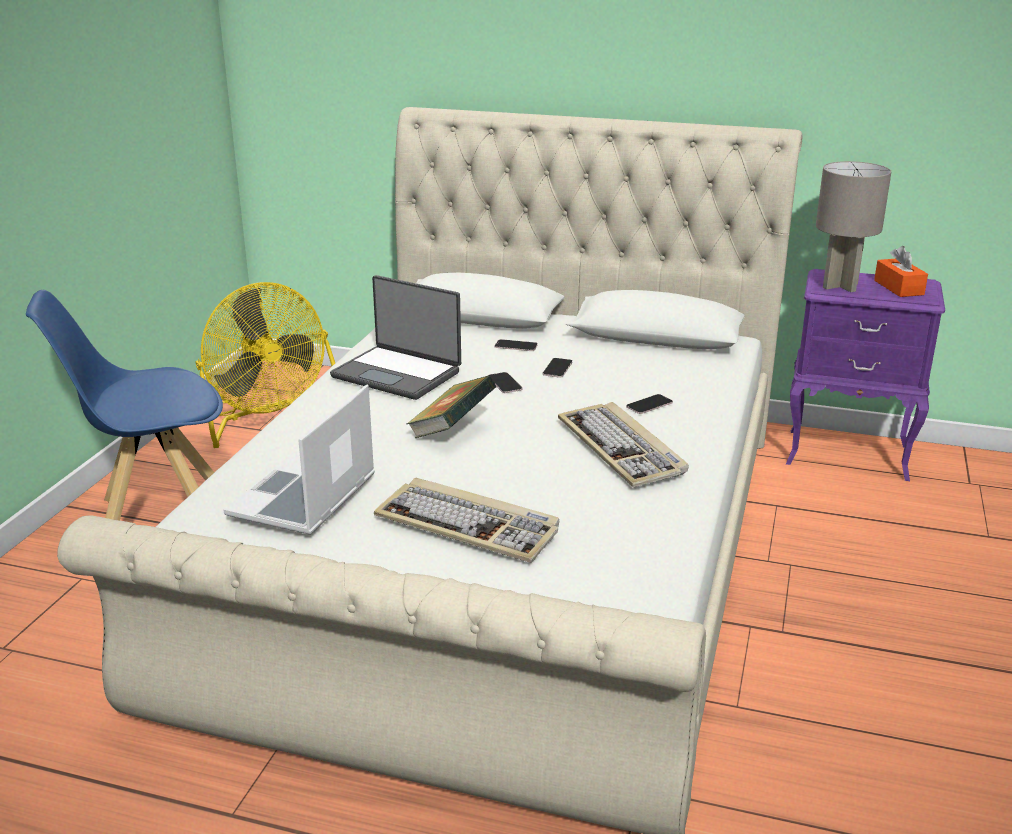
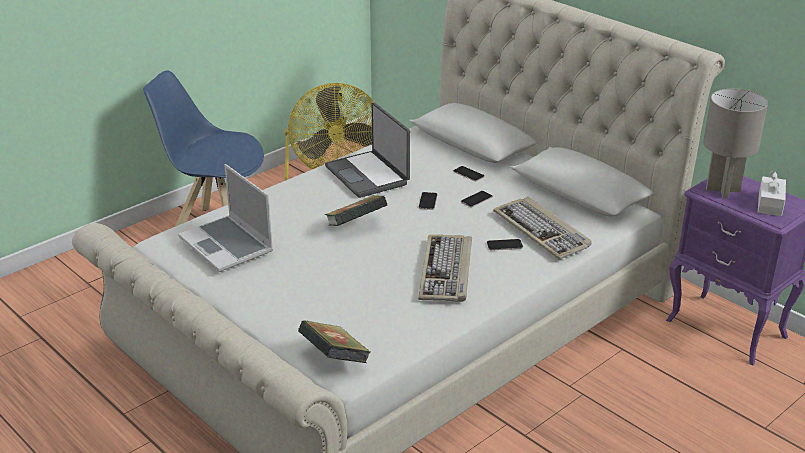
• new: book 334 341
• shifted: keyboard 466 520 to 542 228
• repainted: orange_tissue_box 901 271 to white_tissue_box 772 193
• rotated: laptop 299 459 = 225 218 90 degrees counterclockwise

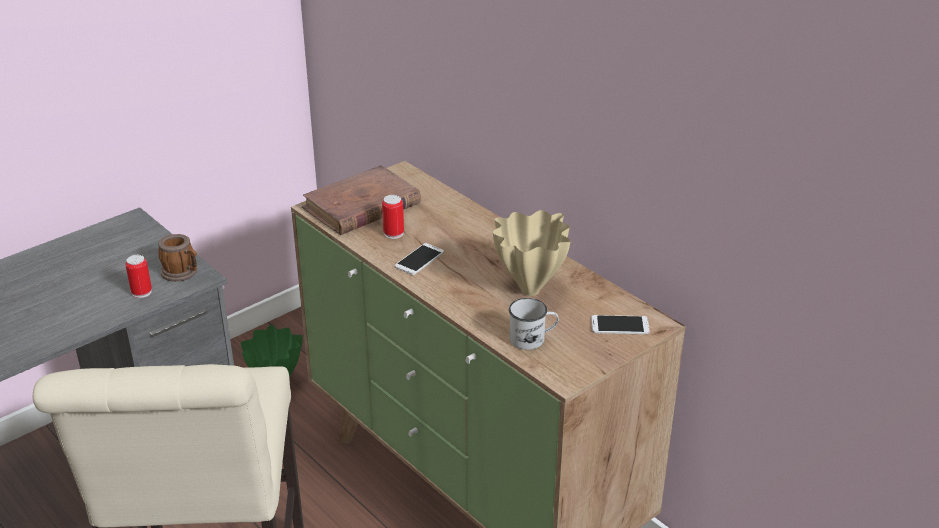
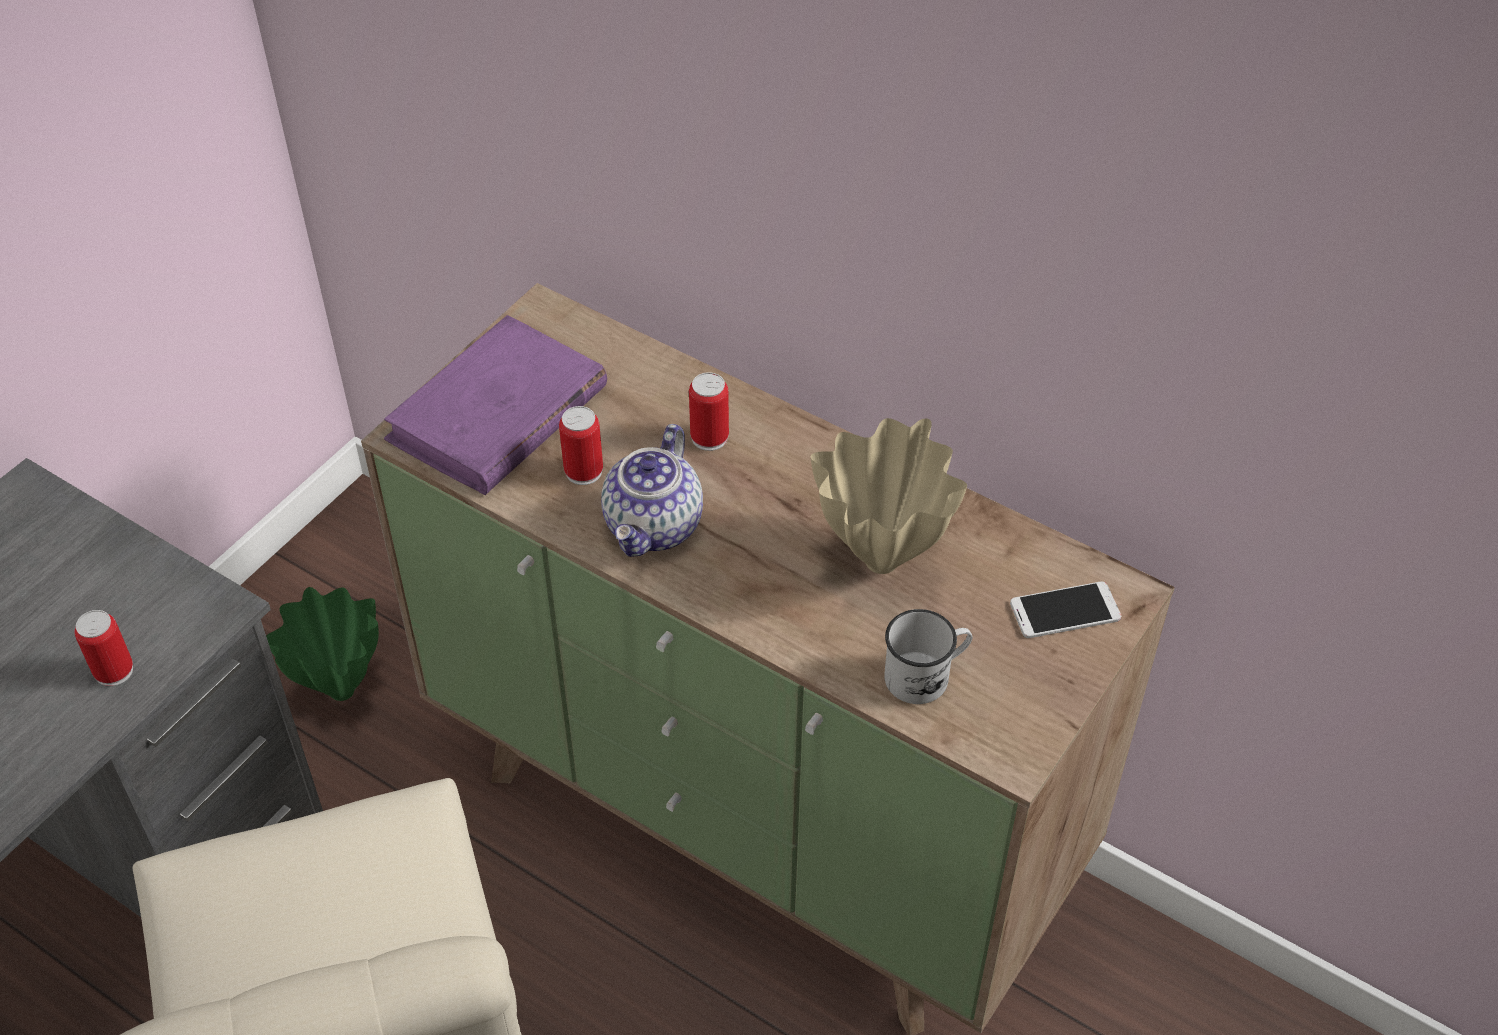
• gone: mug 177 258
• new: can 709 411
• swapped: phone 419 259 to teapot 652 490
• repainted: brown_book 361 200 to purple_book 495 405

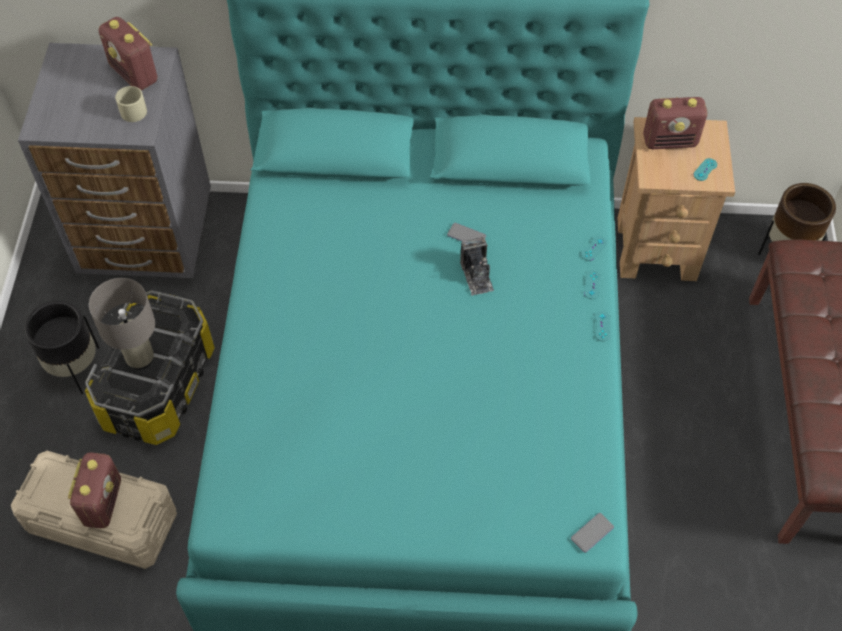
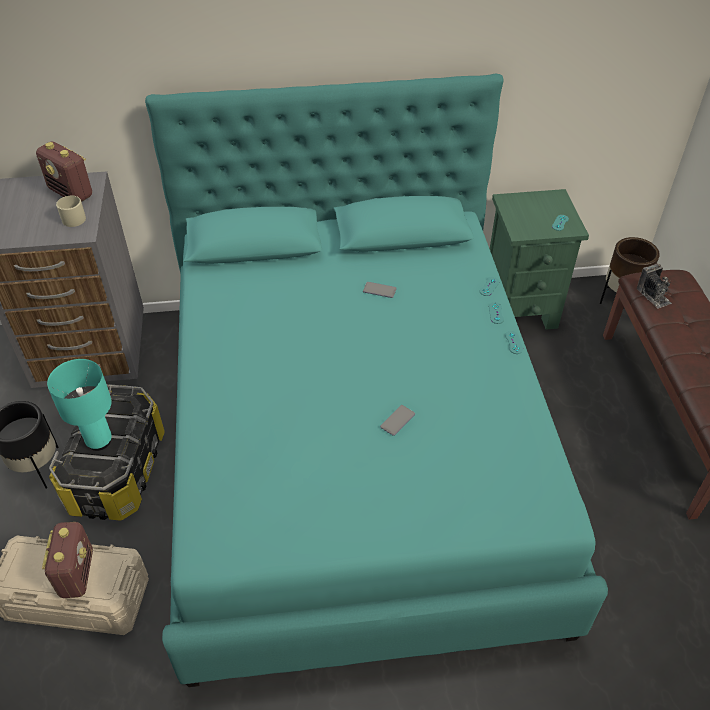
• gone: radio 675 123
• shifted: photo_camera 477 266 to 654 286
• shifted: phone 592 533 to 397 420
• repainted: grey_table_lamp 122 324 to turquoise_table_lamp 79 405
• repainted: beige_nightstand 676 199 to green_nightstand 539 259

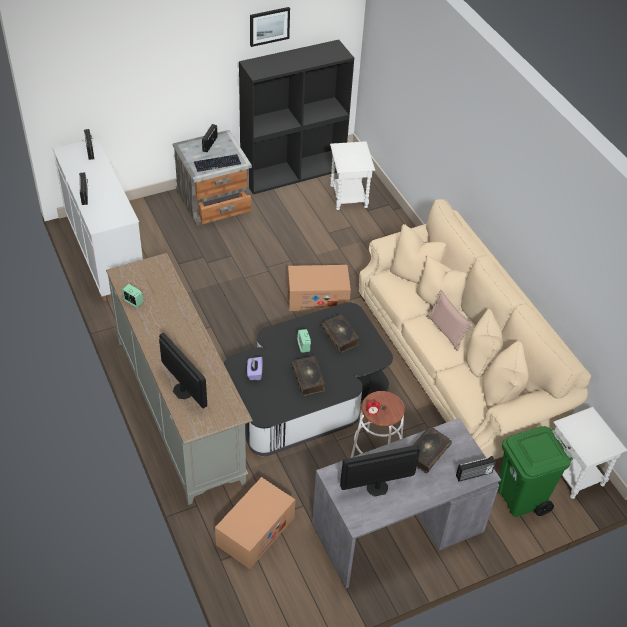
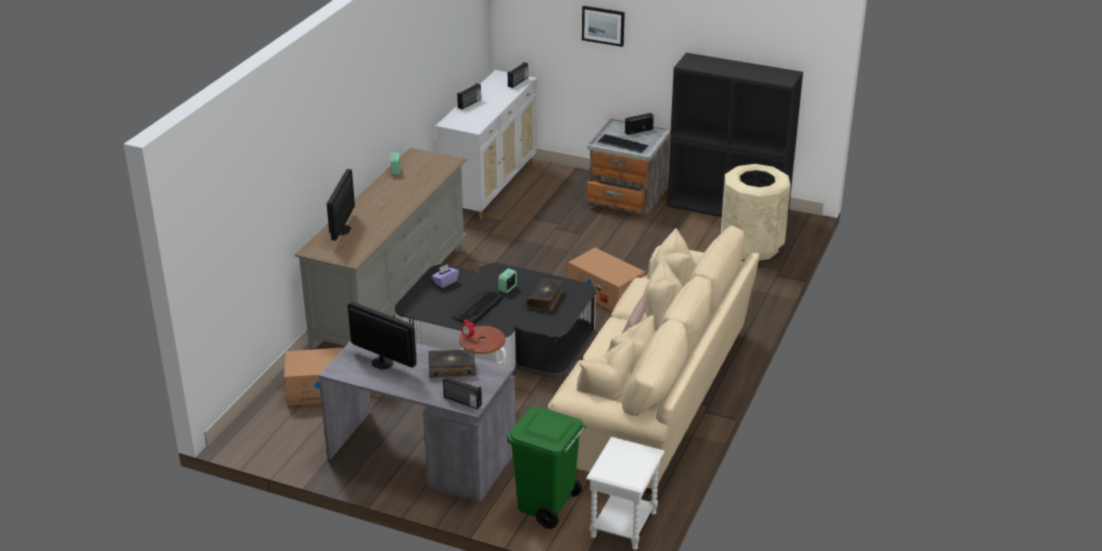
• shifted: picture 270 27 to 603 26
• swapped: book 308 376 to keyboard 477 307
• swapped: white_side_table 352 175 to beige_trash_can 756 212

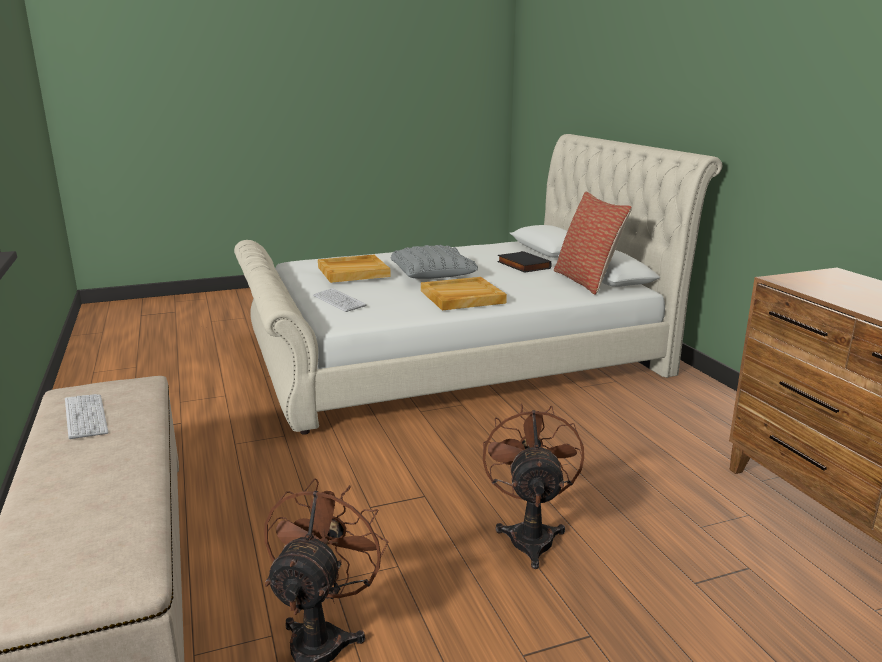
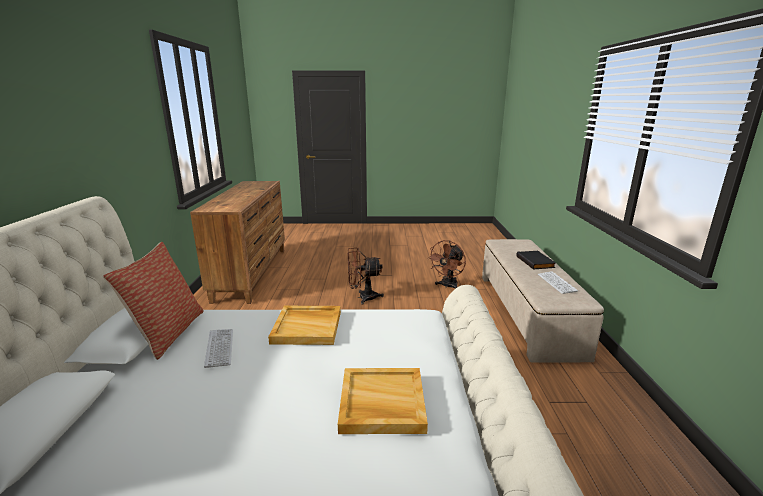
• gone: grey_pillow 434 262
• shifted: keyboard 339 300 to 218 348
• shifted: black_book 524 262 to 536 260
• rotated: brown_fan 533 486 = 366 276 60 degrees clockwise

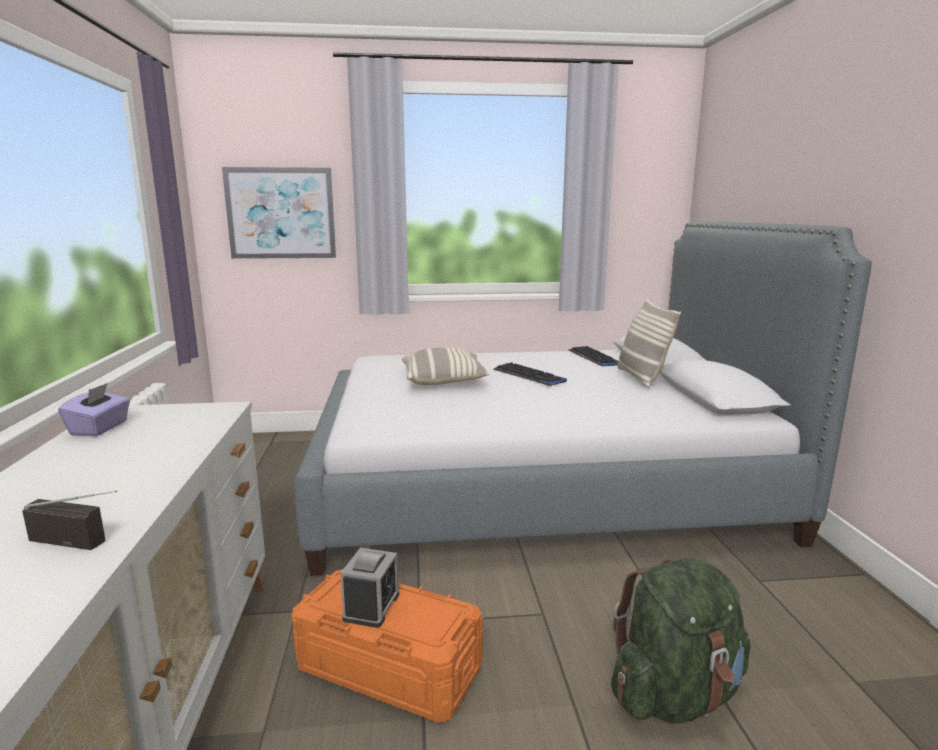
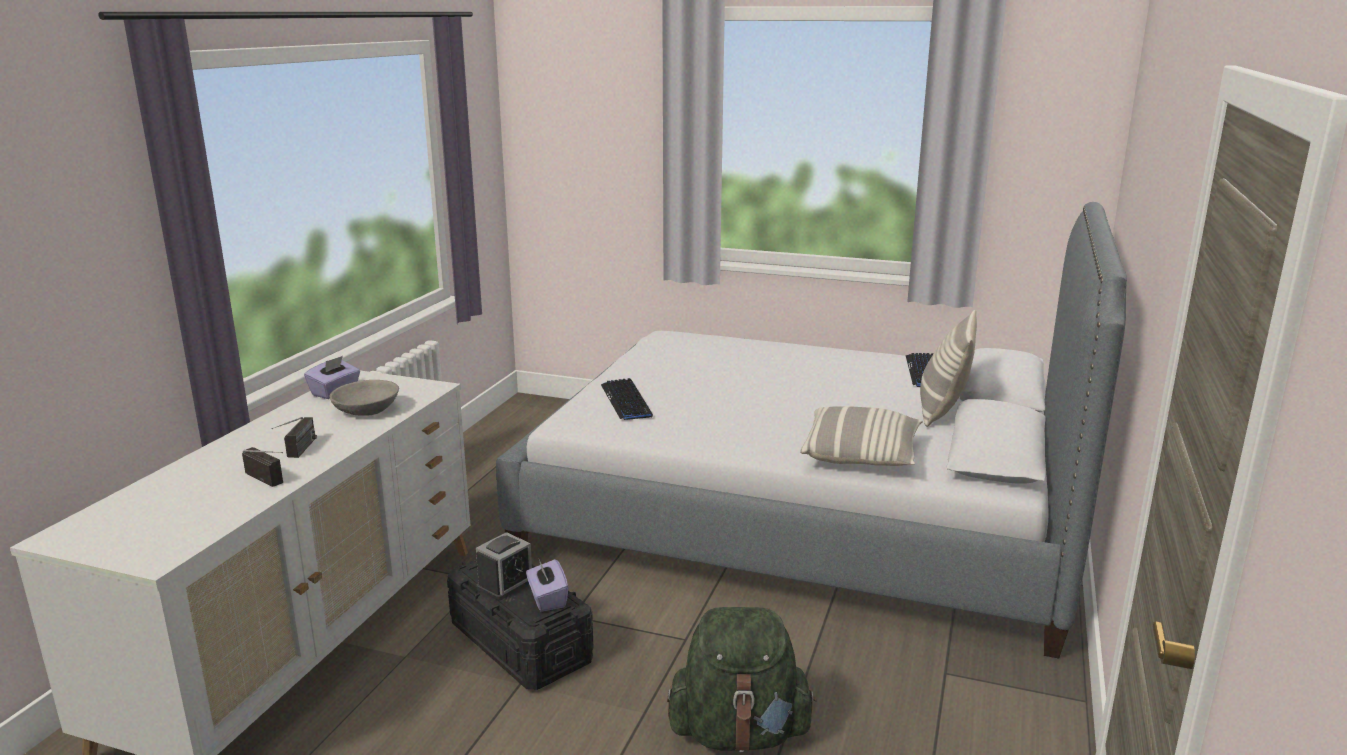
• gone: picture 279 213
• new: radio 294 437
• new: grey_bowl 364 398
• new: purple_tissue_box 547 585
• shifted: pillow 446 367 to 861 436
• shifted: keyboard 530 374 to 627 399
• repainted: orange_storage_box 387 646 to black_storage_box 520 624

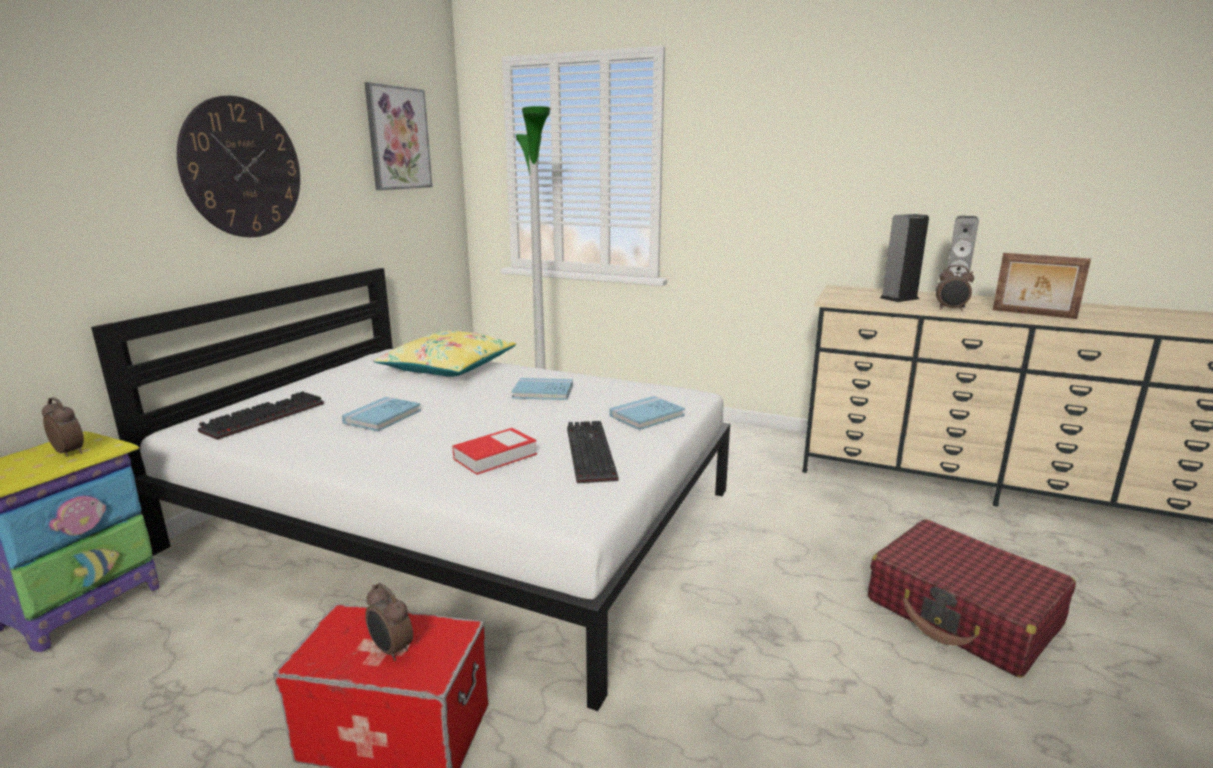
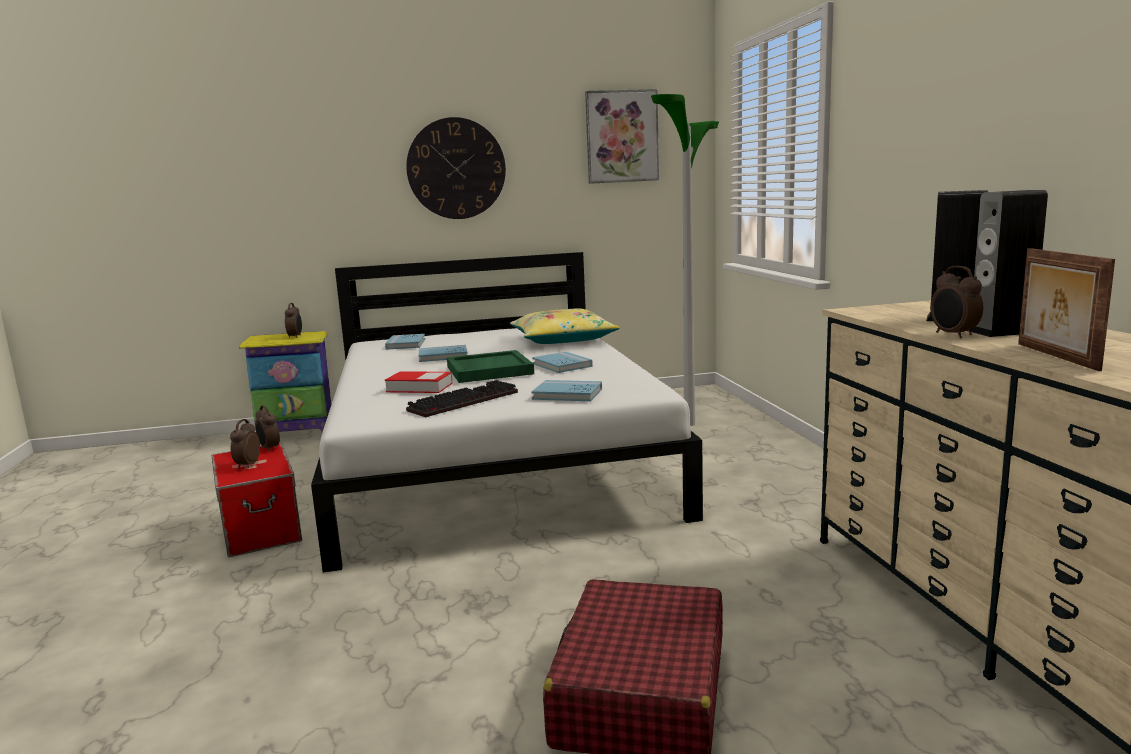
• new: alarm_clock 267 428
• new: green_tray 490 366
• swapped: keyboard 261 415 to blue_book 405 342

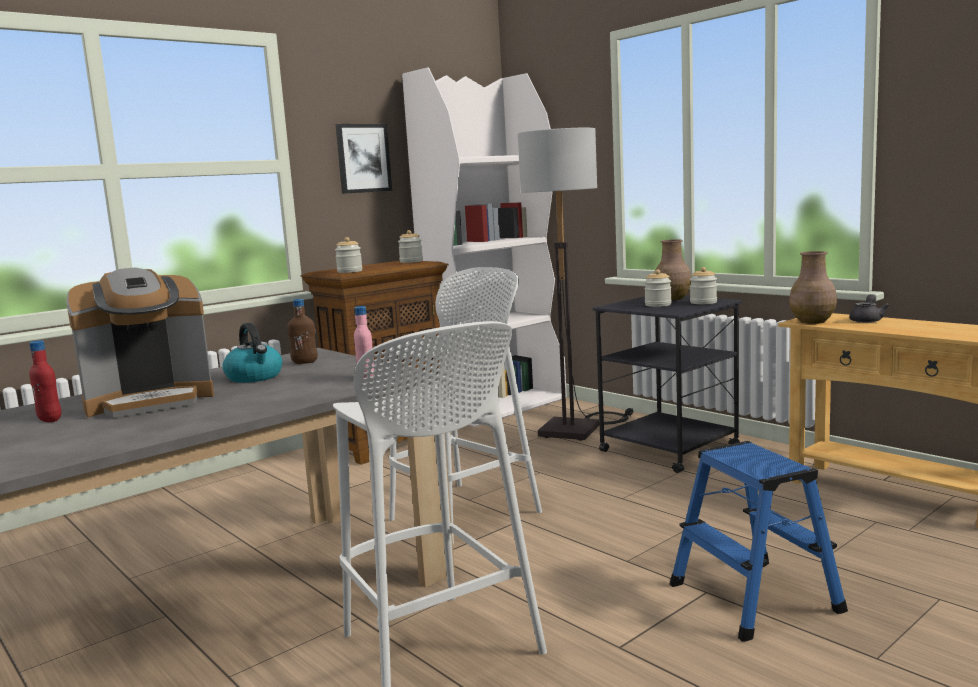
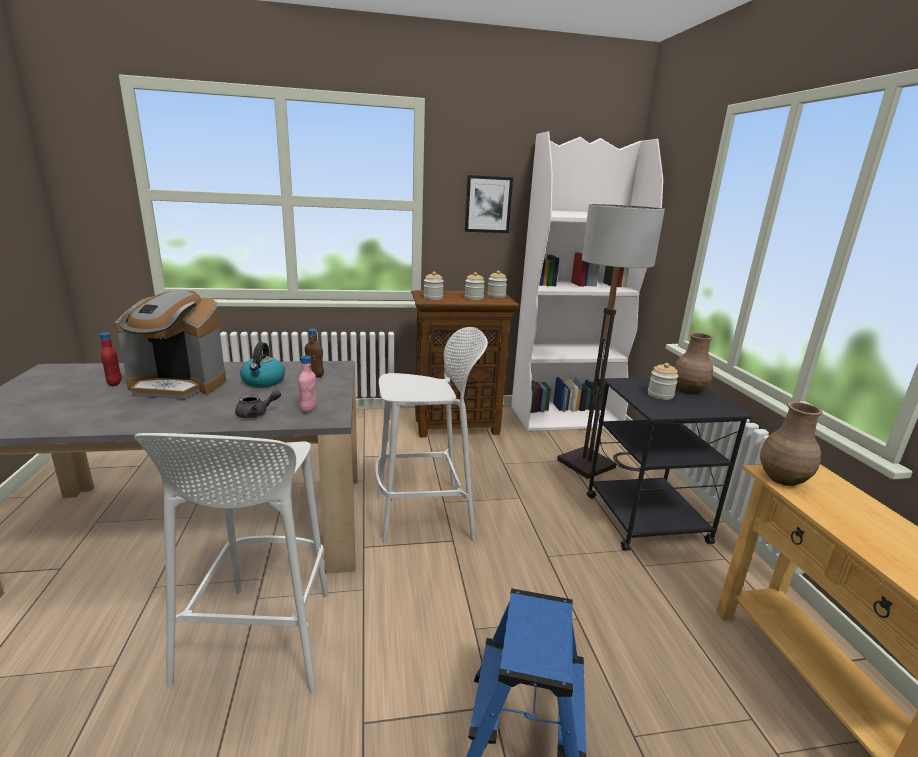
• shifted: jar 703 285 to 475 286
• shifted: grey_teapot 869 308 to 258 404

